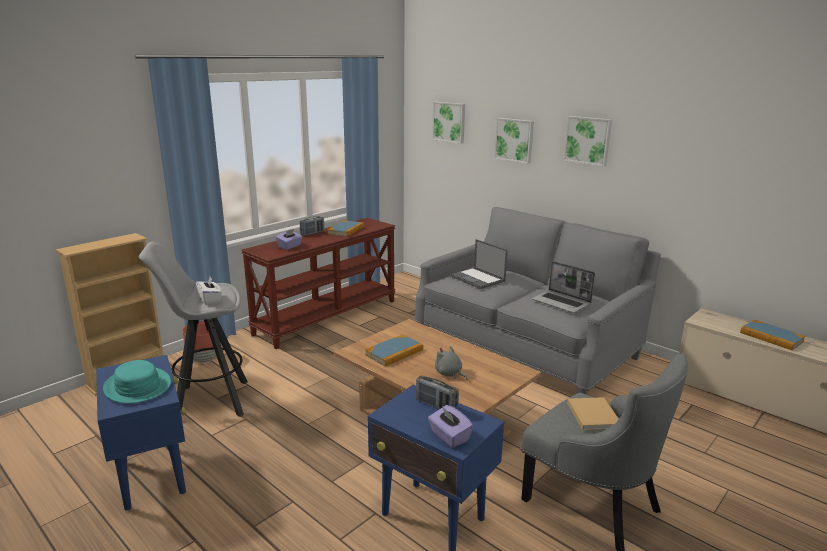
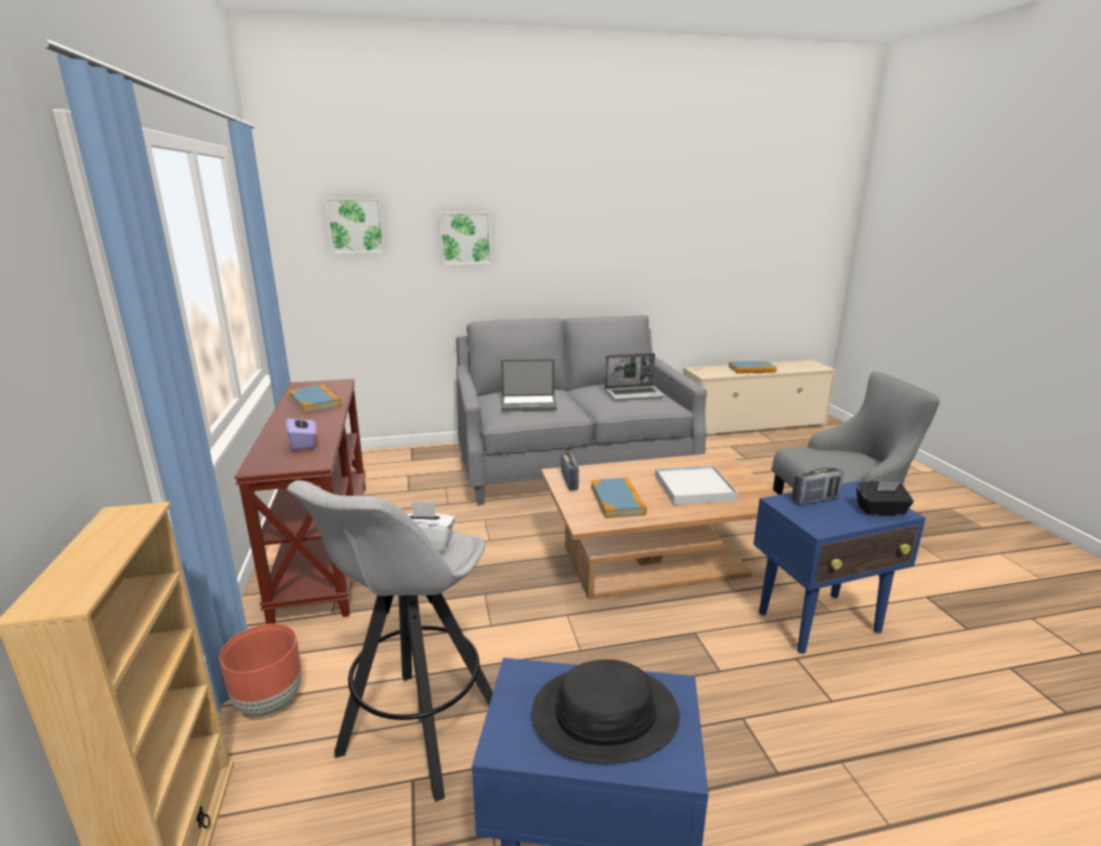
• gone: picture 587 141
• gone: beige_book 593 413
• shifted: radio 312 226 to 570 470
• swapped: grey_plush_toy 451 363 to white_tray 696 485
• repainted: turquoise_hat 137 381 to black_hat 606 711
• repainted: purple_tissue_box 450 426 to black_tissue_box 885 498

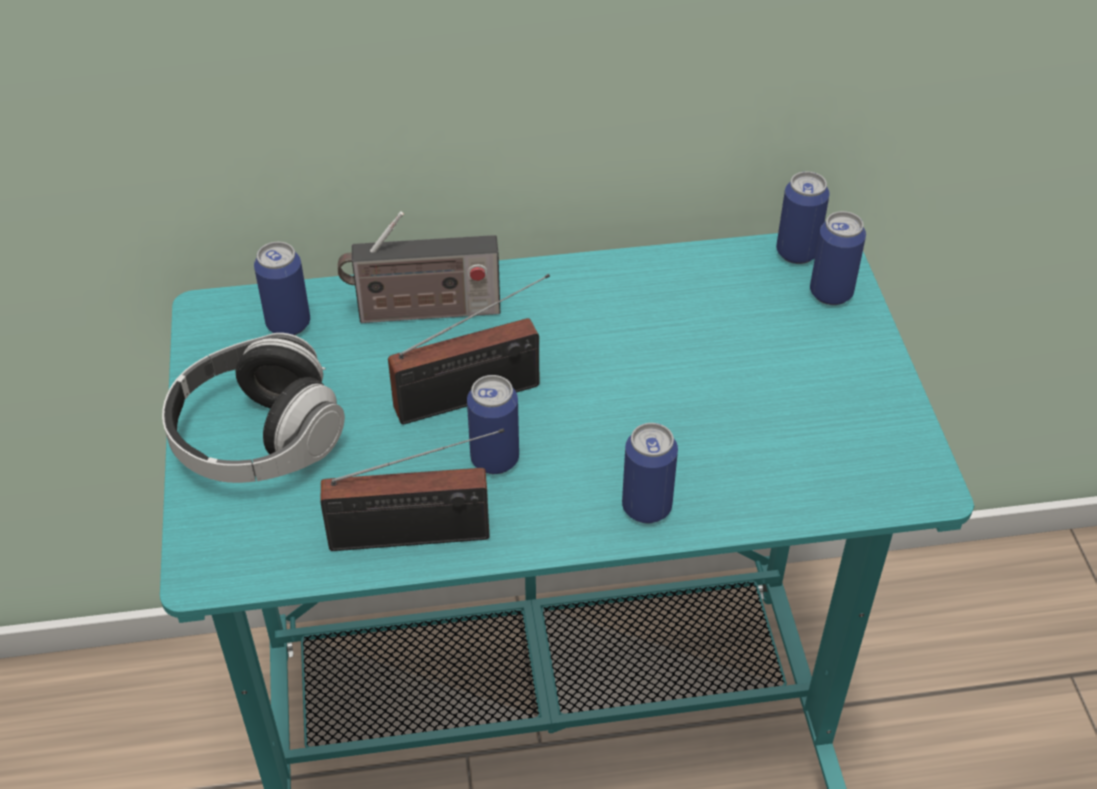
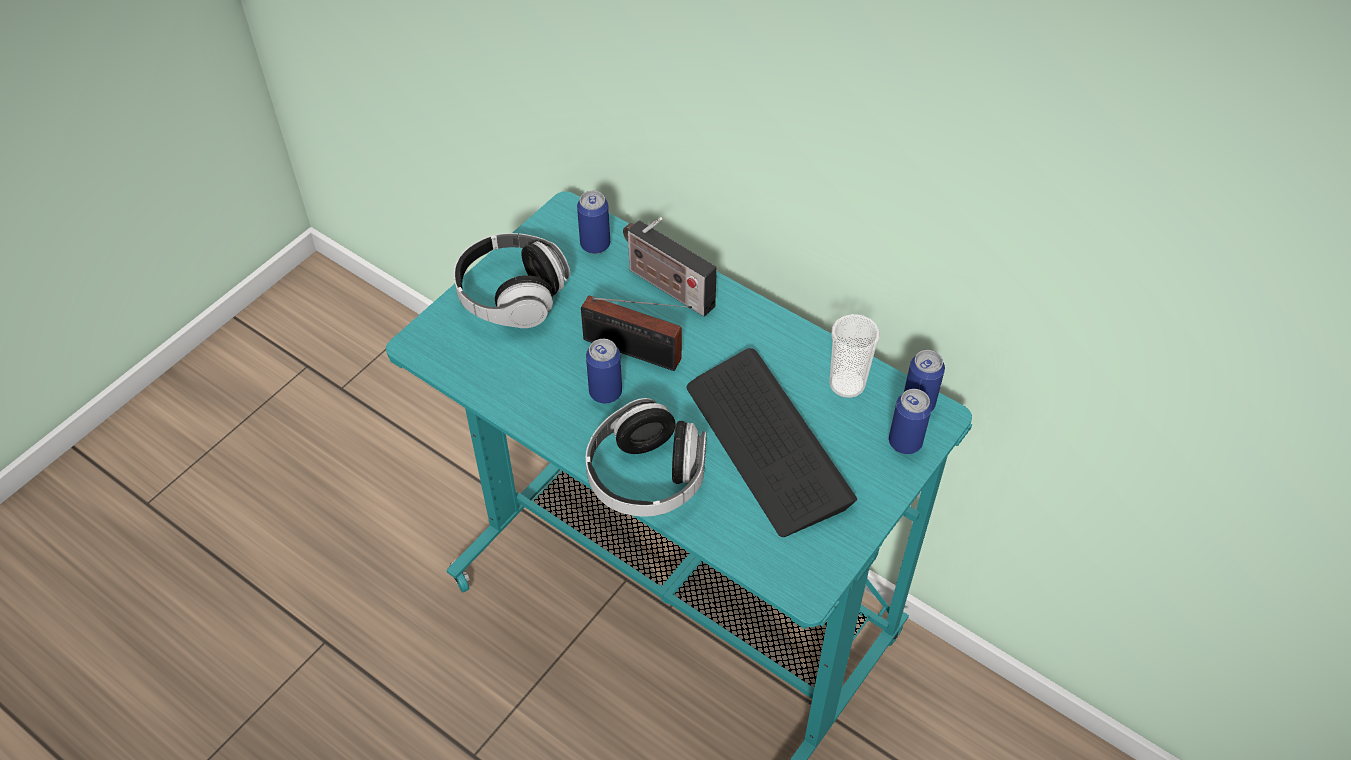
• gone: radio 412 490
• new: keyboard 772 442
• new: cup 854 356
• swapped: can 650 473 to headphones 646 457

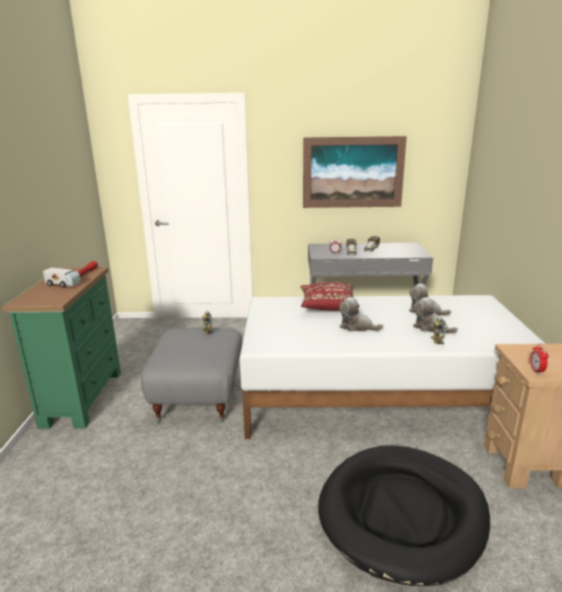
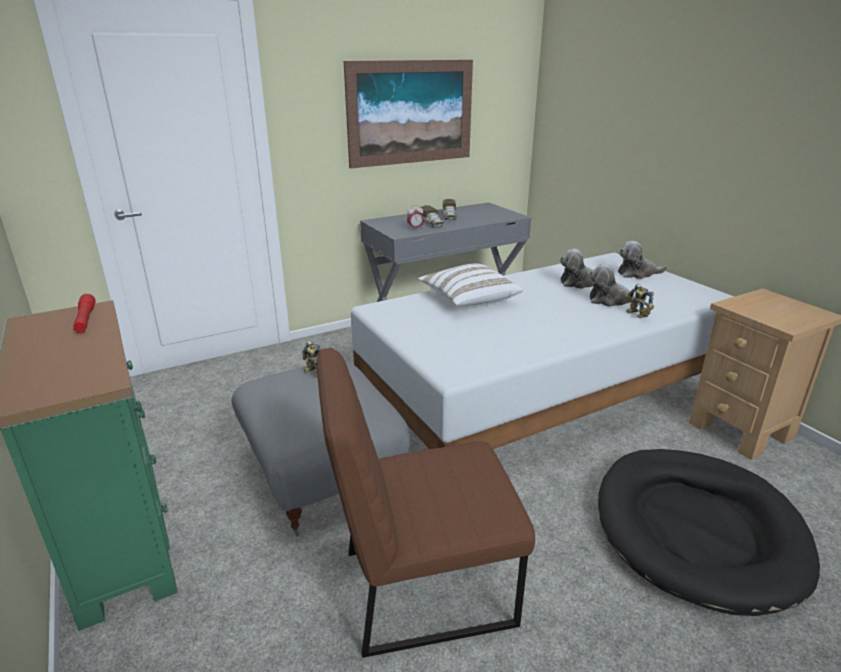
• gone: toy_truck 62 278
• gone: alarm_clock 539 359
• new: brown_chair 426 503
• shifted: plush_toy 361 314 to 642 260
• repainted: red_pillow 330 296 to white_pillow 470 284

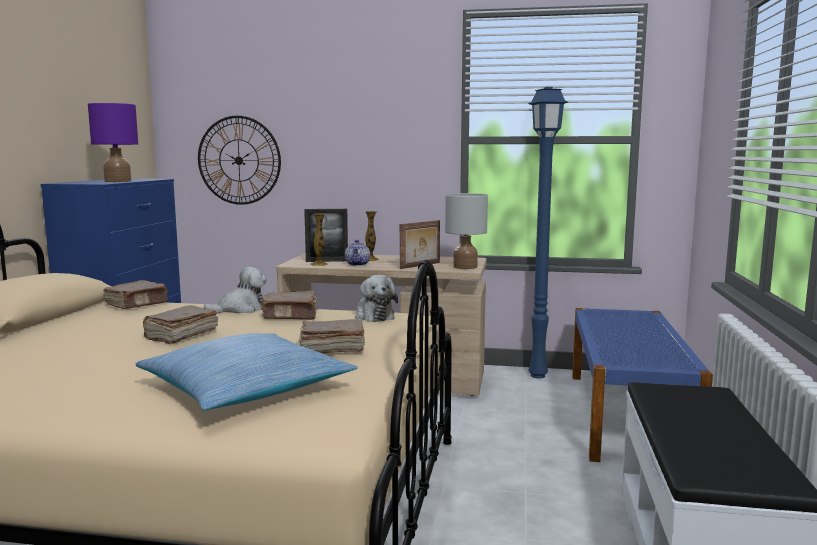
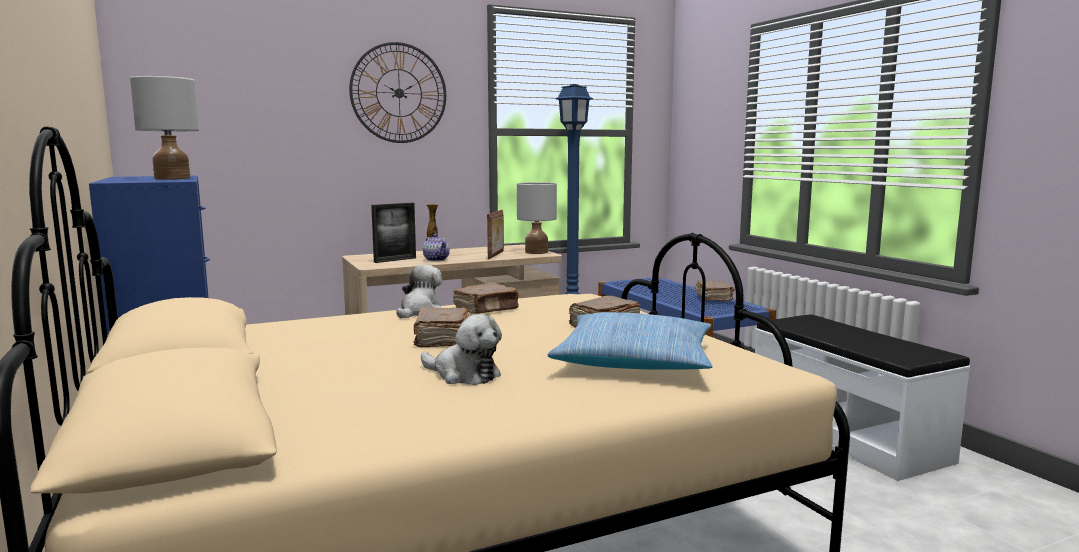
• gone: vase 319 240
• shifted: brown_book 135 294 to 715 291
• shifted: wall_clock 239 160 to 397 92
• shifted: plush_toy 376 298 to 461 349
• repainted: purple_table_lamp 113 142 to grey_table_lamp 164 128

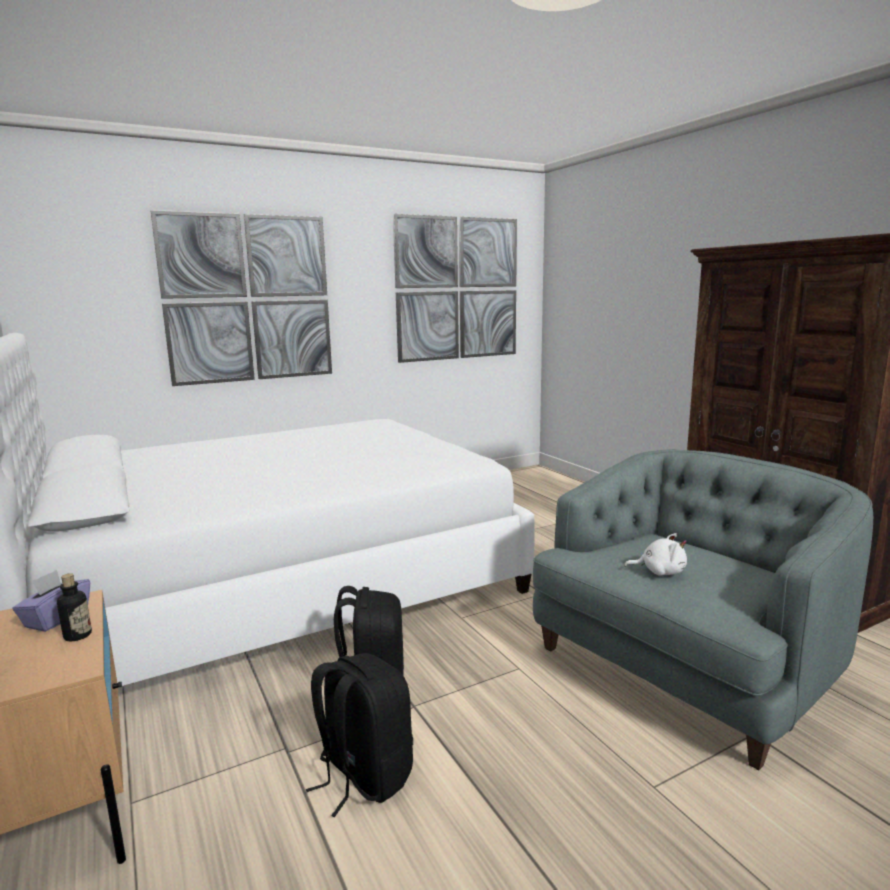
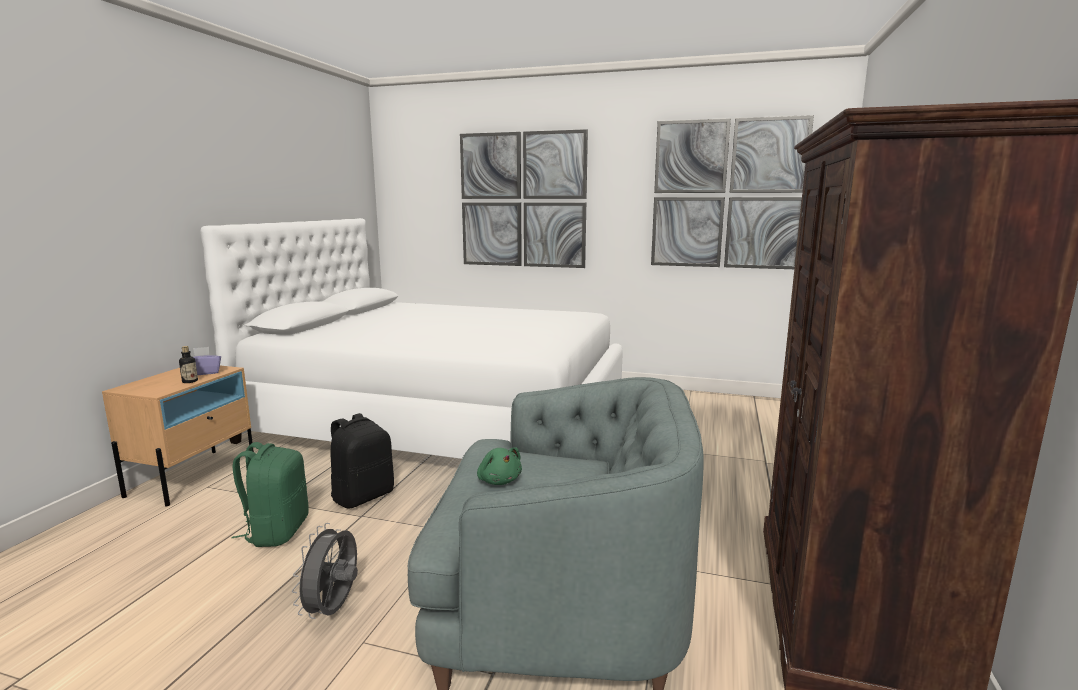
• new: grey_fan 325 571
• repainted: black_backpack 359 735 to green_backpack 270 494
• repainted: white_plush_toy 655 554 to green_plush_toy 499 466

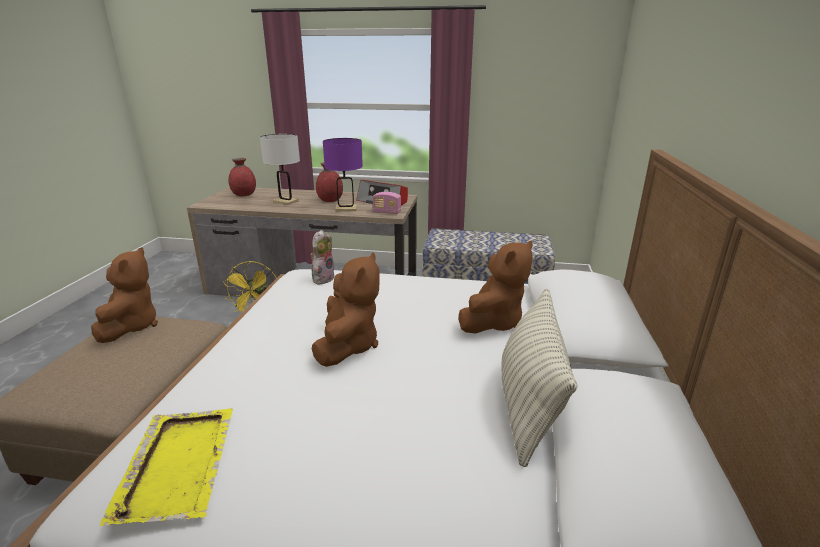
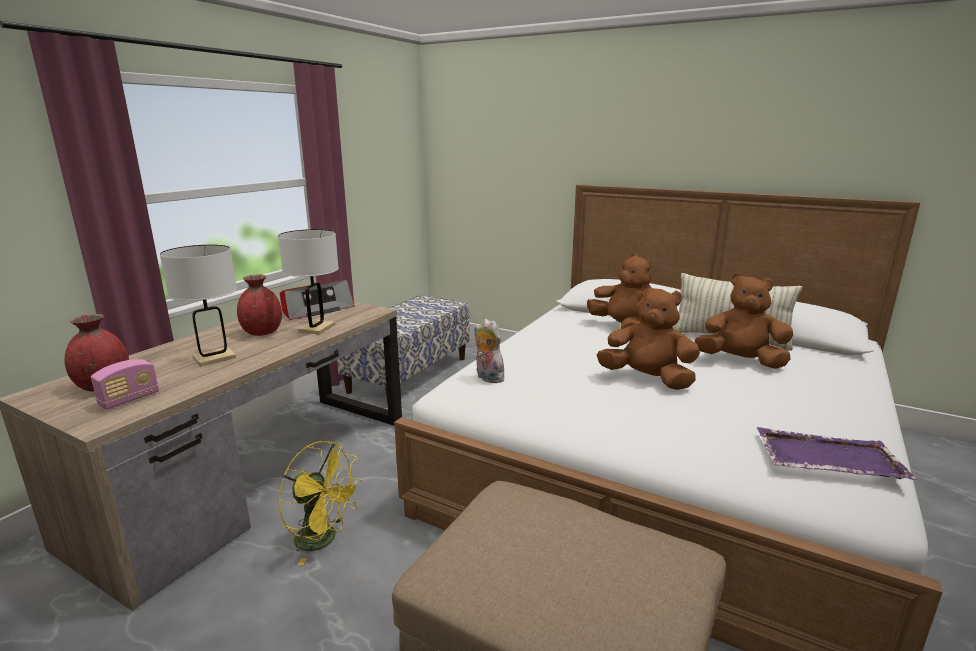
• shifted: brown_plush_toy 124 295 to 744 321
• shifted: radio 387 203 to 125 384
• repainted: yellow_tray 166 467 to purple_tray 837 453
• repainted: purple_table_lamp 343 175 to white_table_lamp 308 281

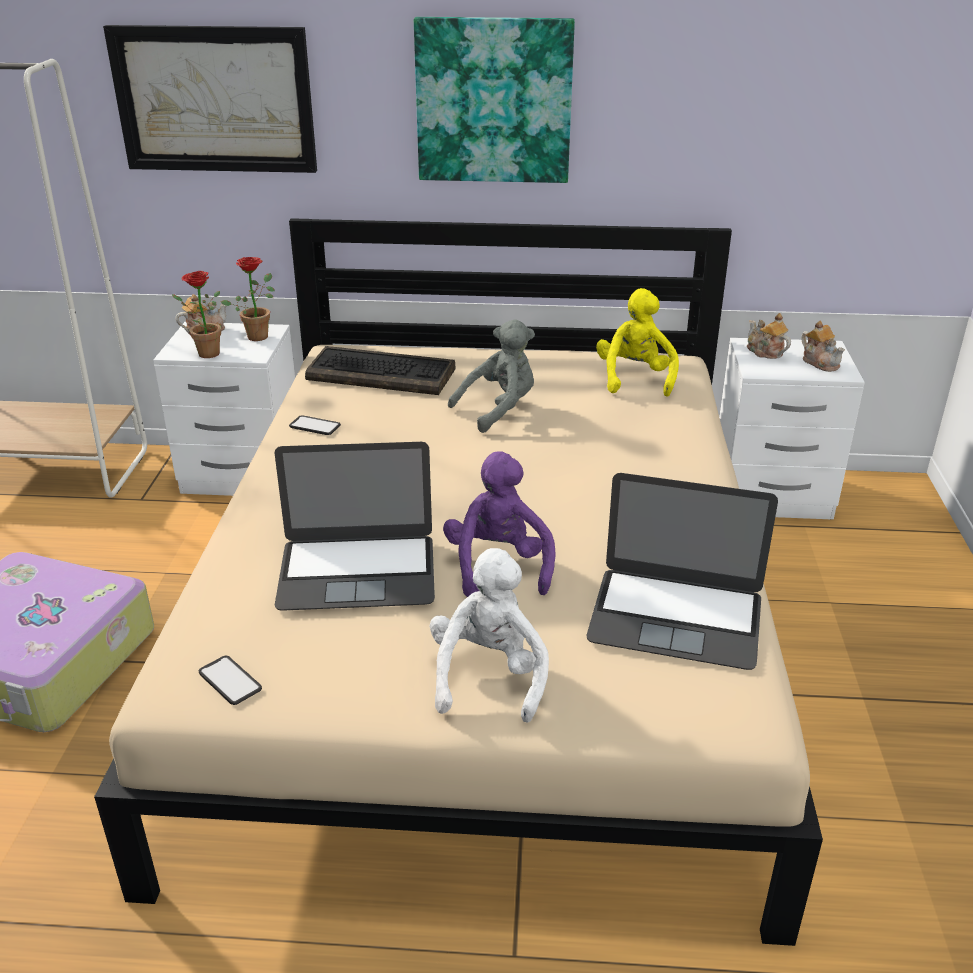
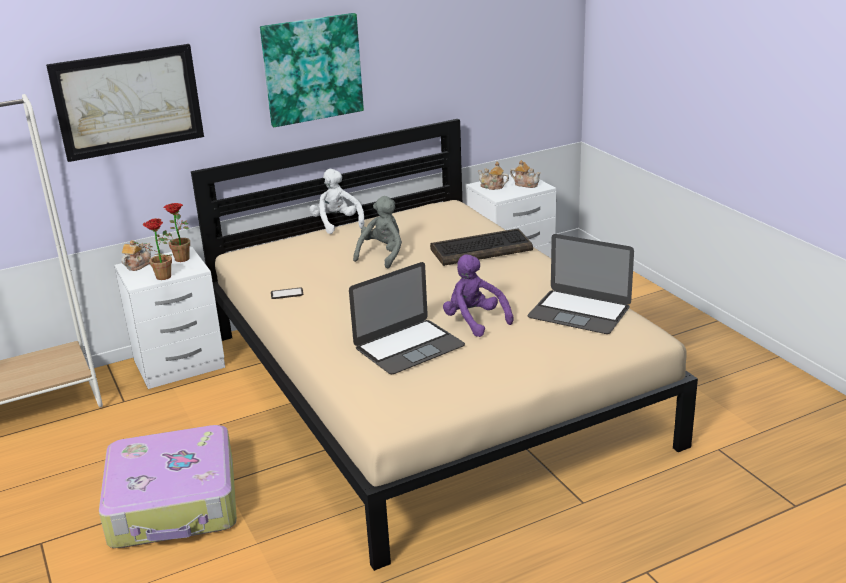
• gone: phone 230 680
• gone: yellow_plush_toy 637 342
• shifted: keyboard 380 370 to 481 247
• shifted: white_plush_toy 489 635 to 336 201
• rotated: laptop 682 571 = 581 284 45 degrees clockwise

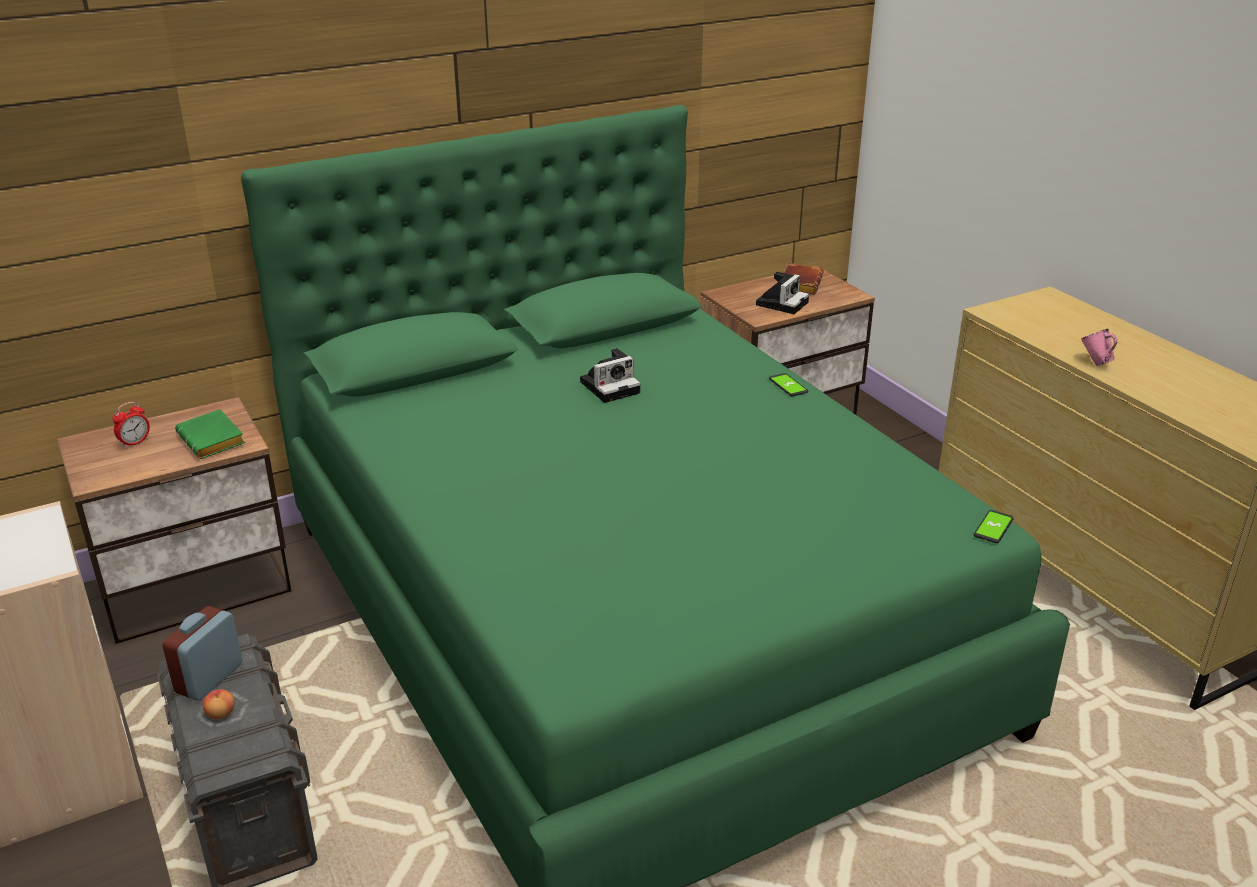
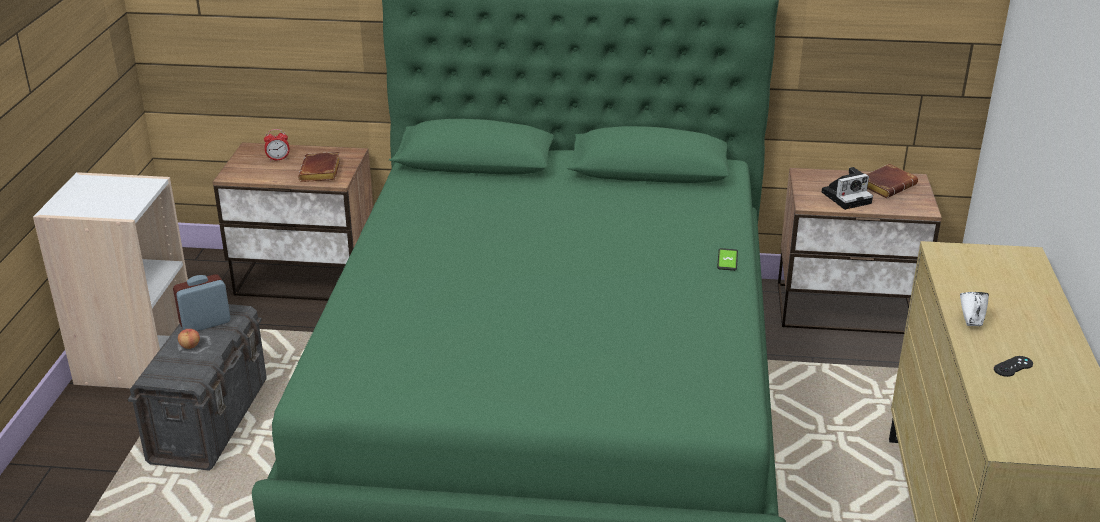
• gone: photo_camera 610 375
• gone: phone 994 526
• new: black_game_controller 1013 366
• repainted: green_book 210 434 to brown_book 319 167
• repainted: pink_mug 1099 347 to white_mug 974 309

